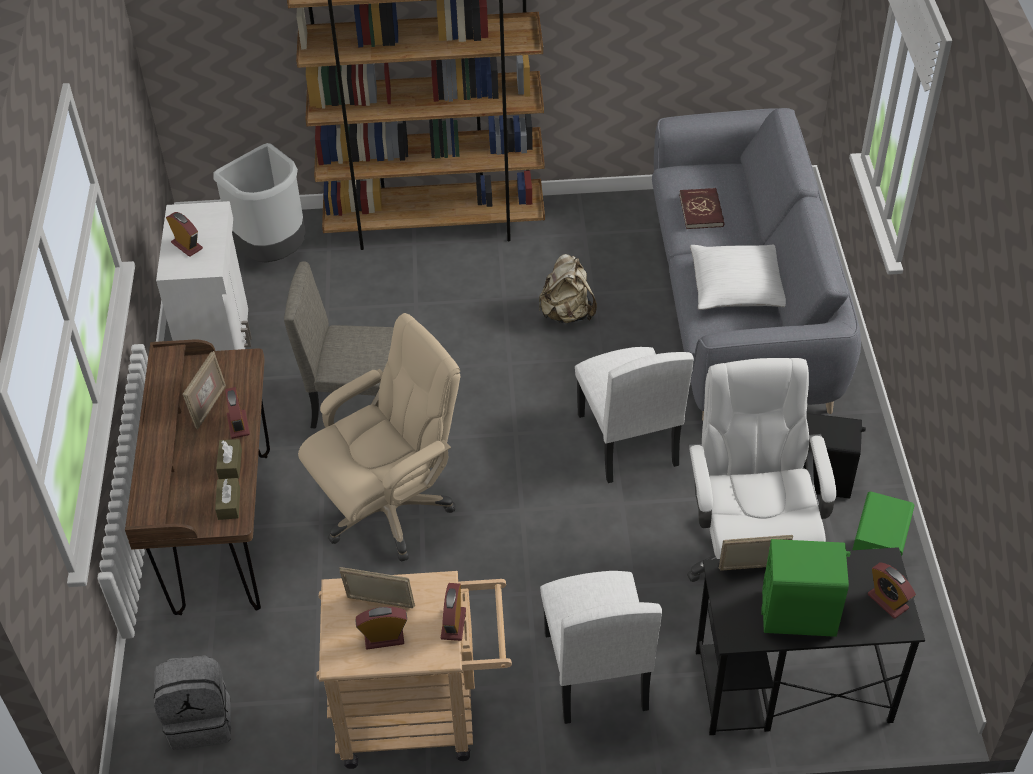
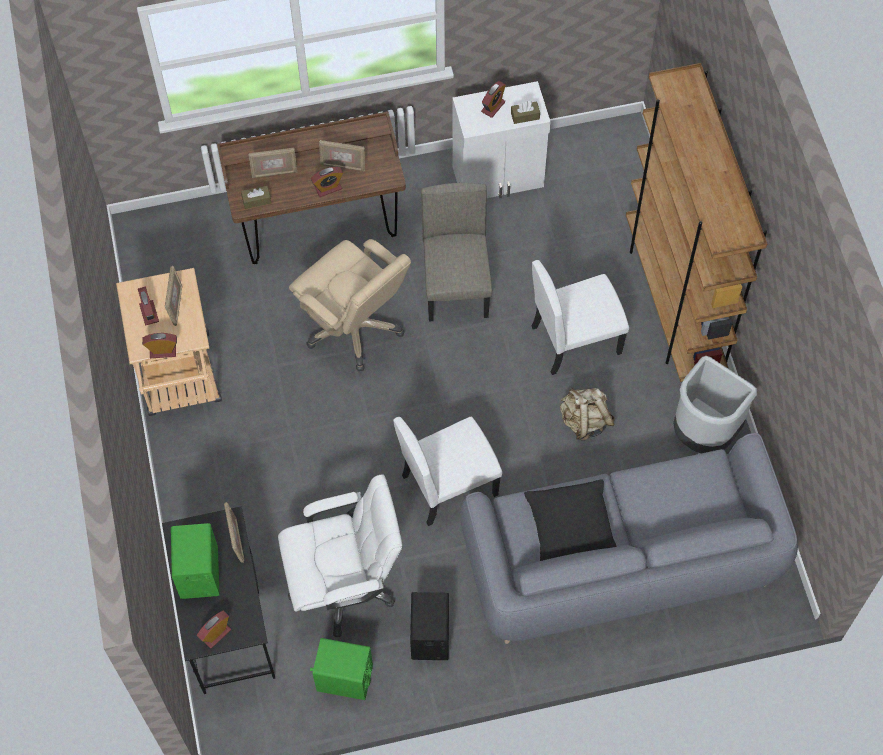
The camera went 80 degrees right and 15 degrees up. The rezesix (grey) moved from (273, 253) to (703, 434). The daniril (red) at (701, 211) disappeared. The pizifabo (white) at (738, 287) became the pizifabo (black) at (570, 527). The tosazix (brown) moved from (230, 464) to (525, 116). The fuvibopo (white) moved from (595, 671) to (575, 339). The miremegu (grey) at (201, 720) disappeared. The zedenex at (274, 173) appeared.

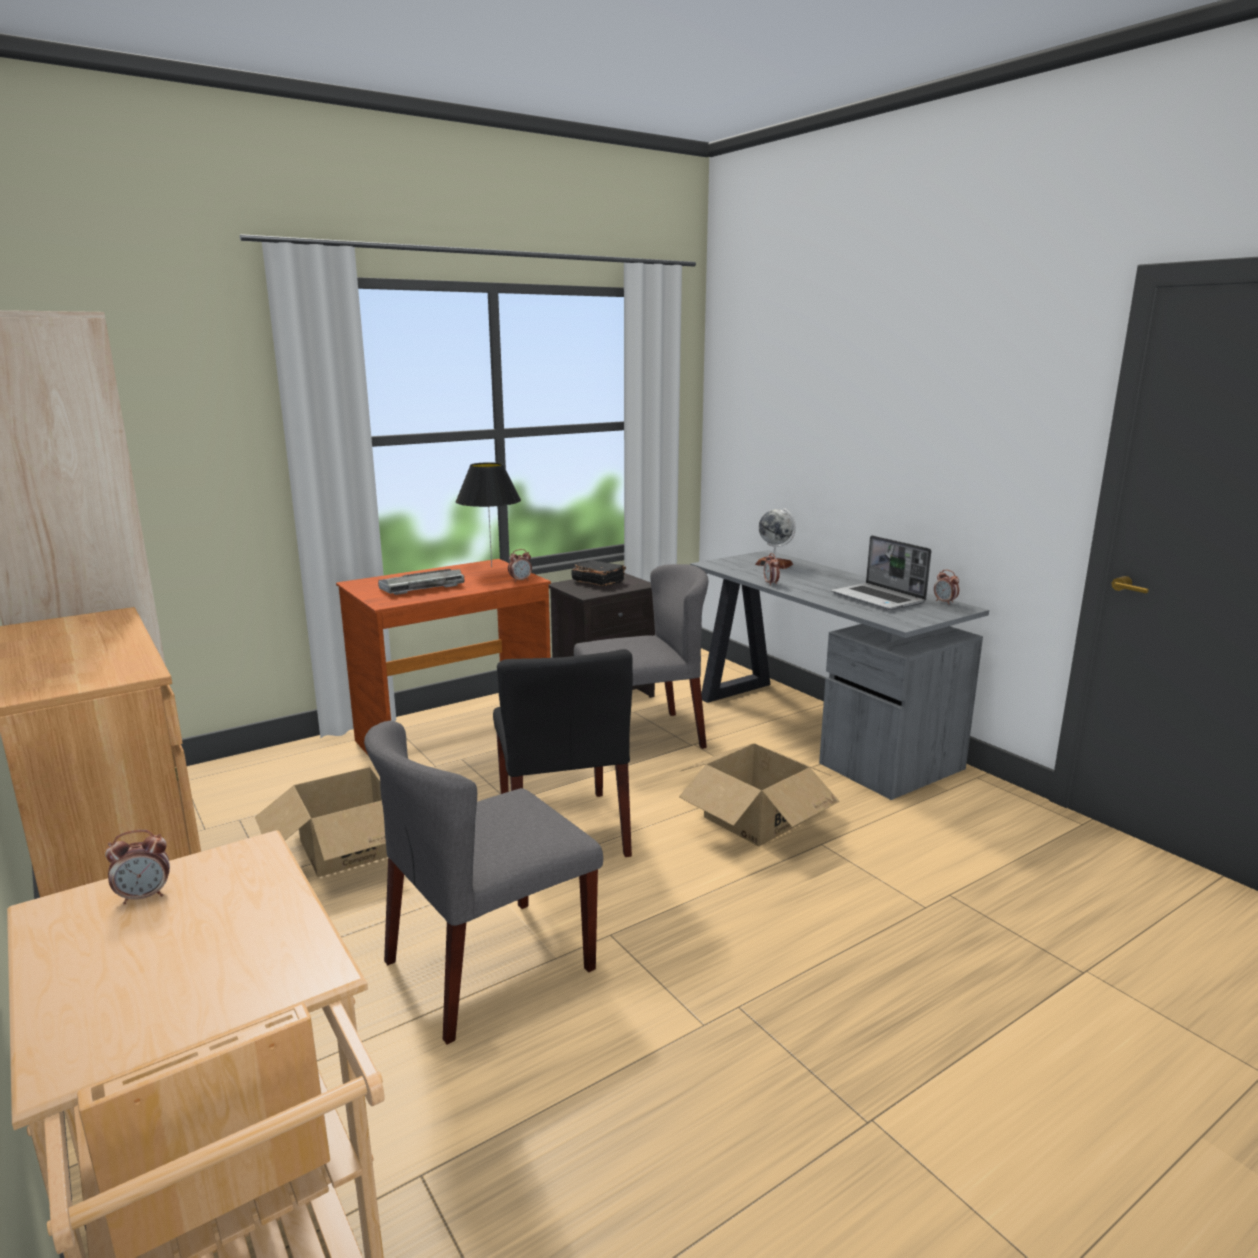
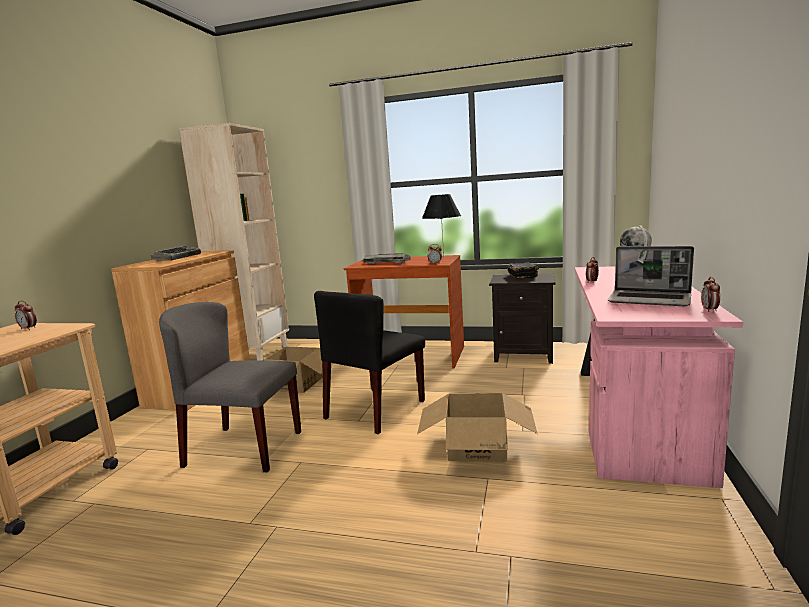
The camera went 50 degrees right and 5 degrees down. The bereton at (879, 599) turned 75 degrees counterclockwise. The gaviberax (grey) at (816, 729) became the gaviberax (pink) at (632, 414). The fuvibopo (grey) at (642, 736) disappeared. The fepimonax at (177, 257) appeared.

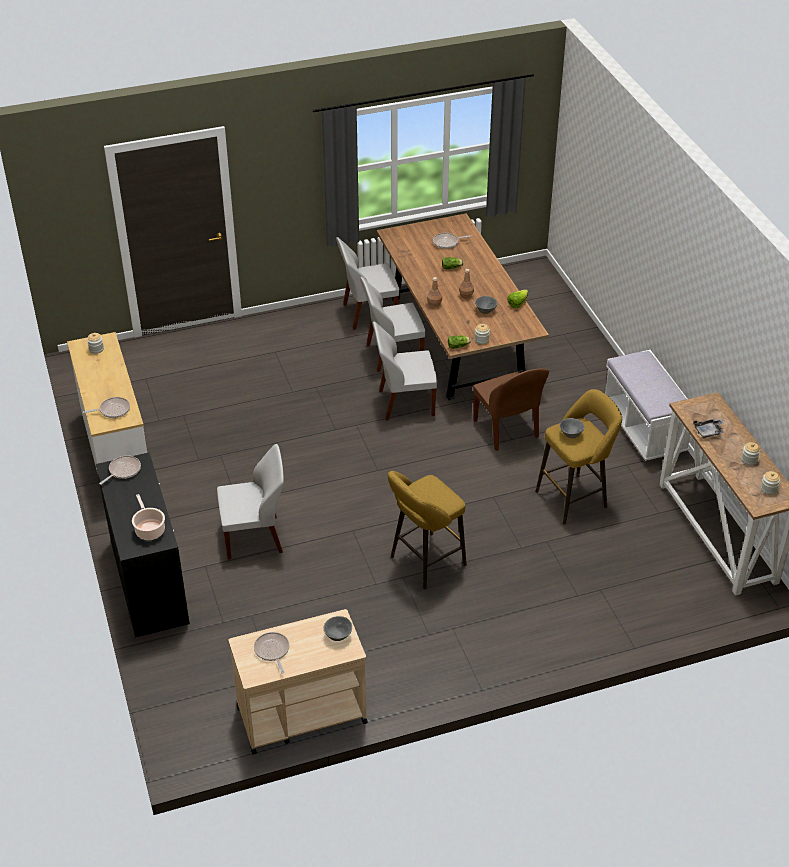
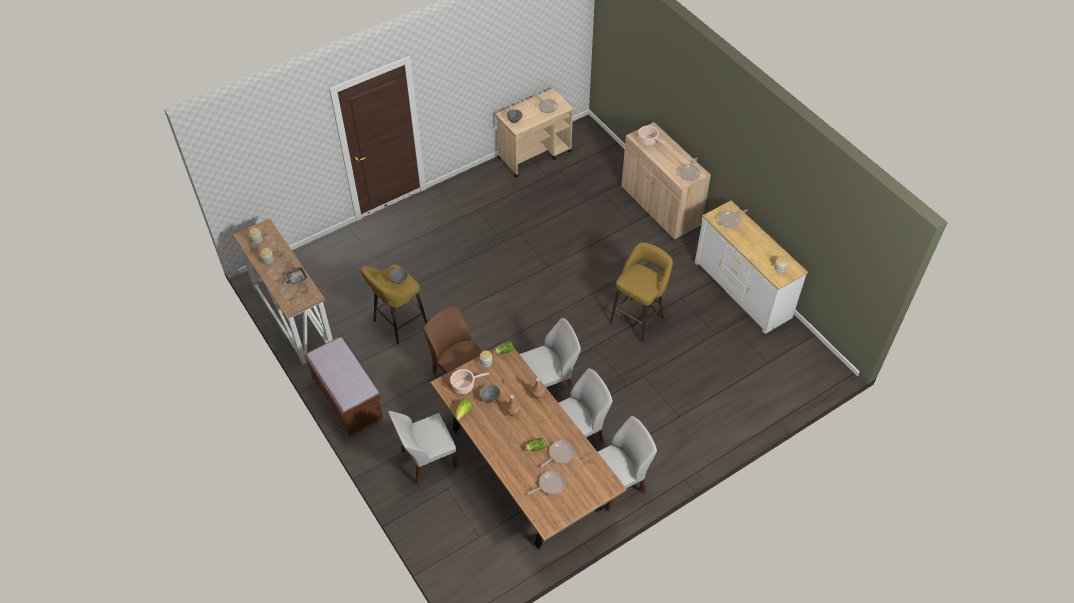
The camera went 165 degrees right and 10 degrees up. The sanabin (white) at (644, 428) became the sanabin (brown) at (348, 401). The fuvibopo (white) moved from (255, 537) to (427, 459). The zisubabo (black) at (149, 582) became the zisubabo (beige) at (660, 206). The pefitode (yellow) moved from (424, 563) to (638, 318). The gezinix at (464, 386) appeared. The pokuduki at (560, 454) appeared.

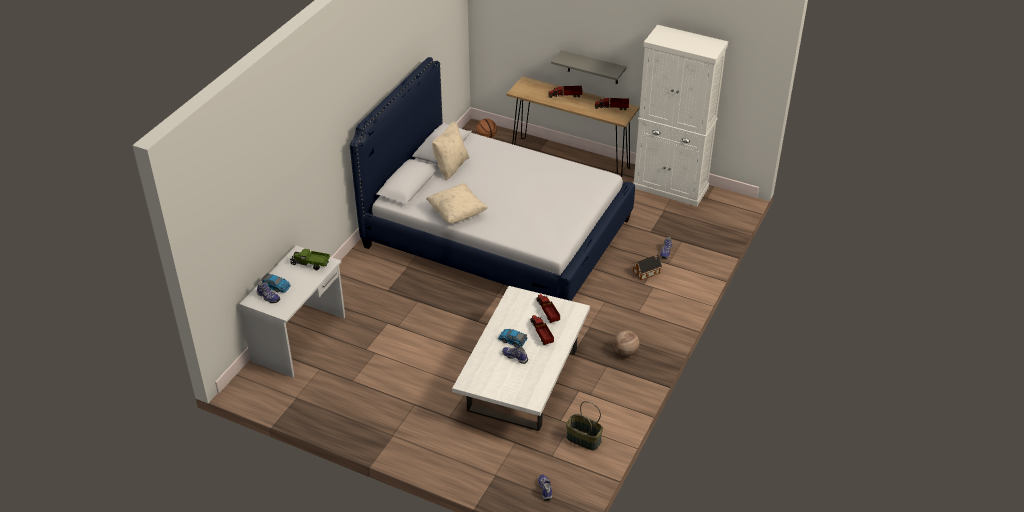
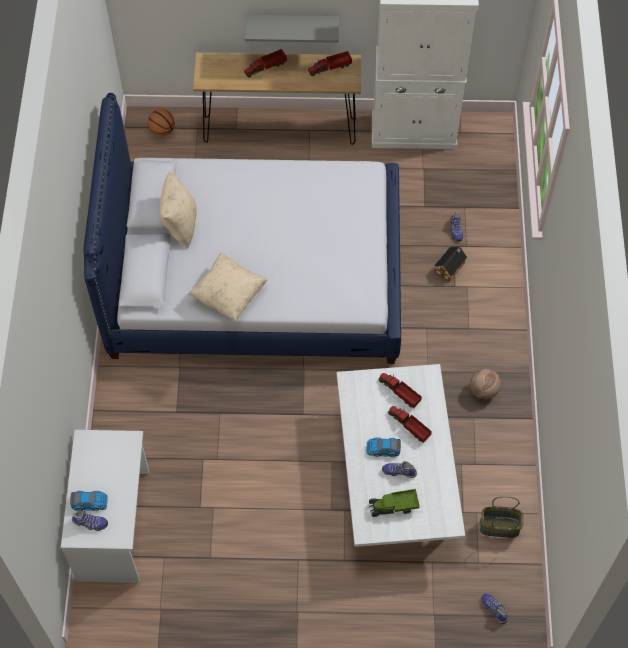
The camera went 25 degrees left and 20 degrees up. The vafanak moved from (310, 264) to (393, 506).

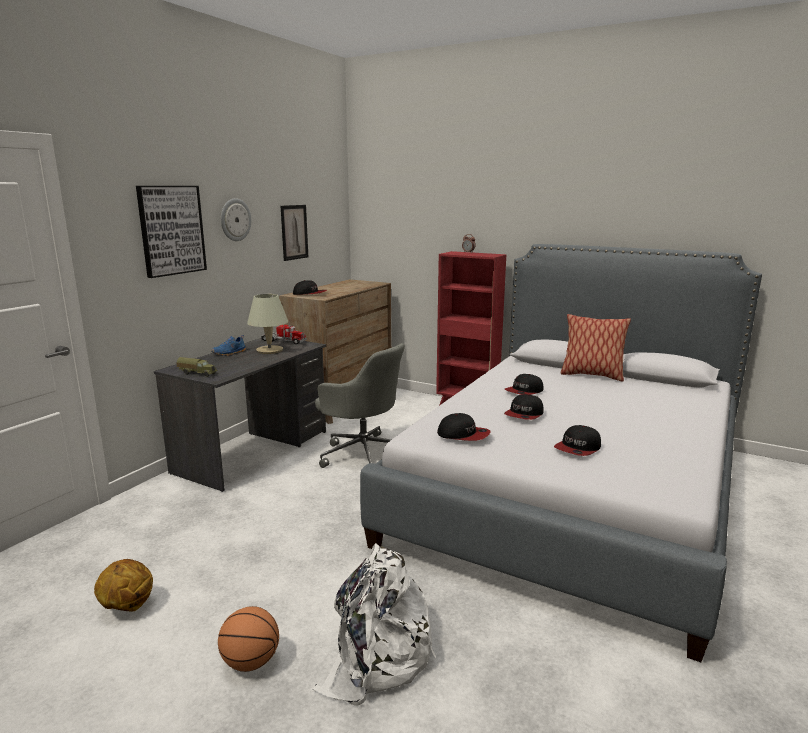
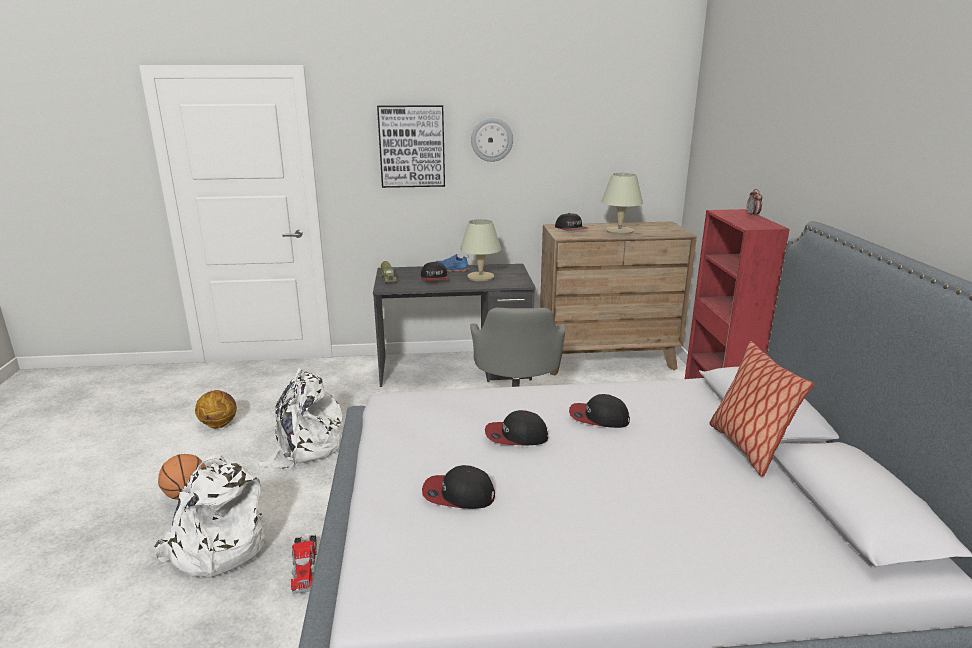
The camera went 55 degrees right and 5 degrees up. The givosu at (294, 232) disappeared. The vafanak moved from (283, 341) to (305, 567). The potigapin moved from (463, 435) to (434, 278). The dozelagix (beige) at (619, 231) appeared. The miremegu (white) at (306, 447) appeared.

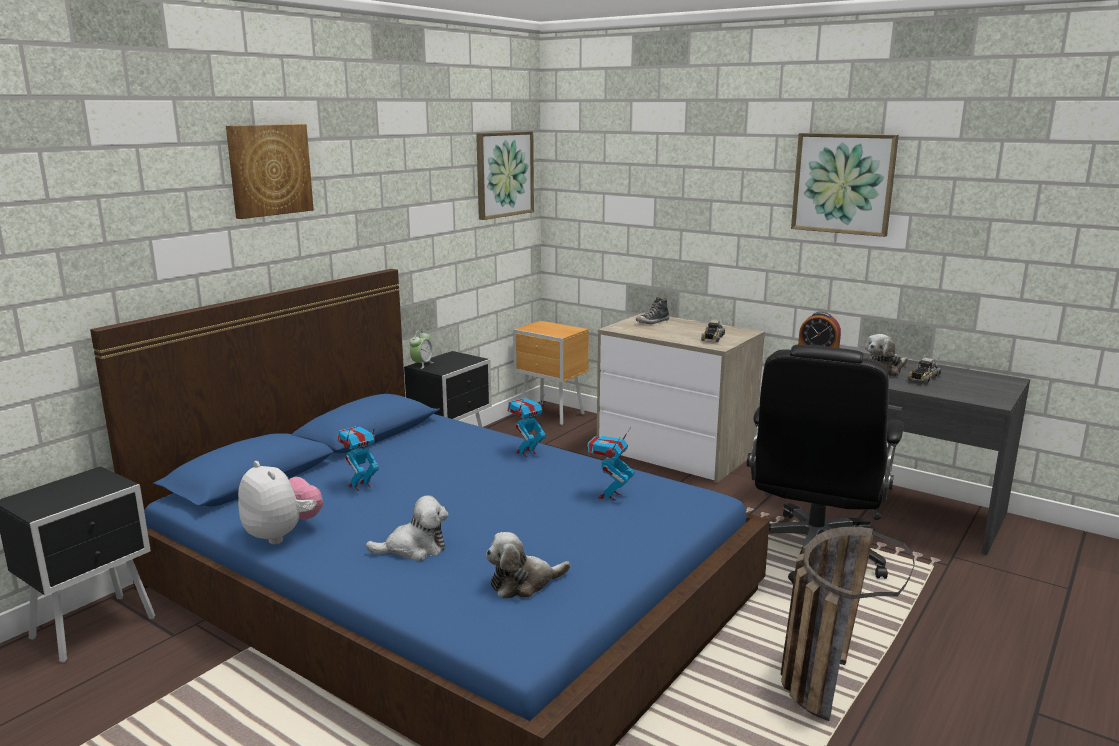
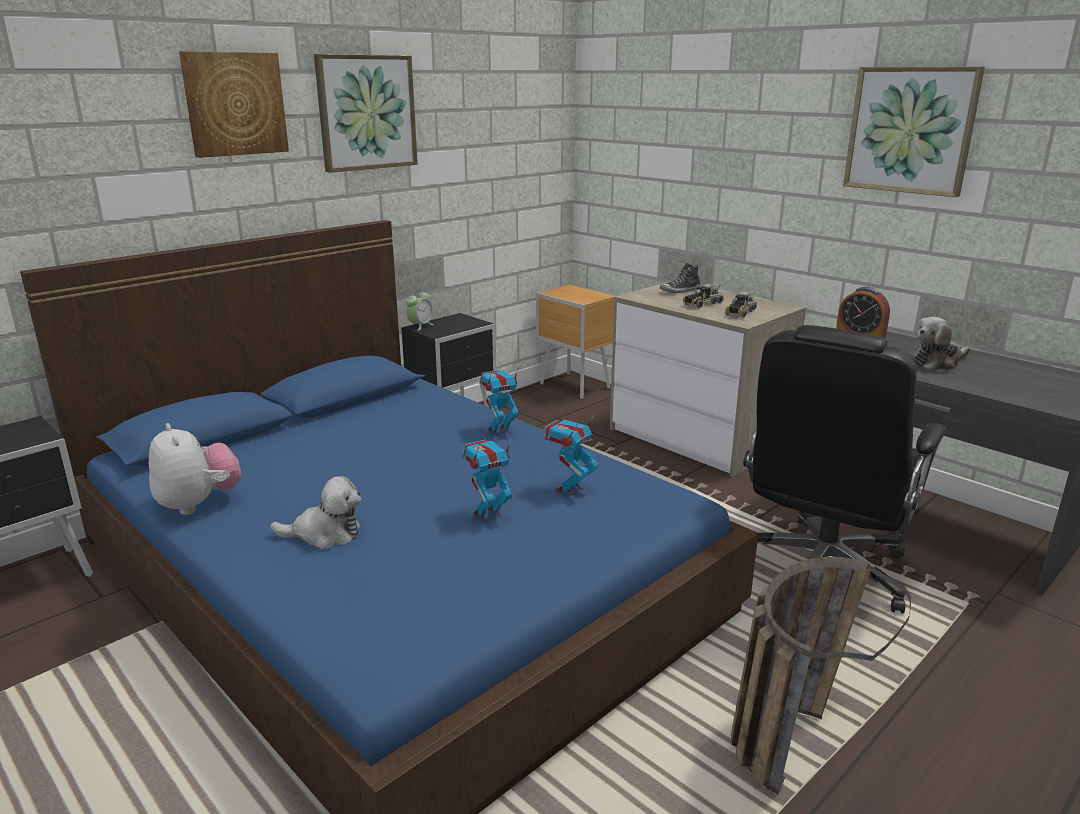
The camera went 10 degrees right and 5 degrees up. The givosu moved from (504, 174) to (366, 112). The vafanak moved from (923, 378) to (702, 304). The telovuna moved from (360, 486) to (488, 514). The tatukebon at (523, 583) disappeared.

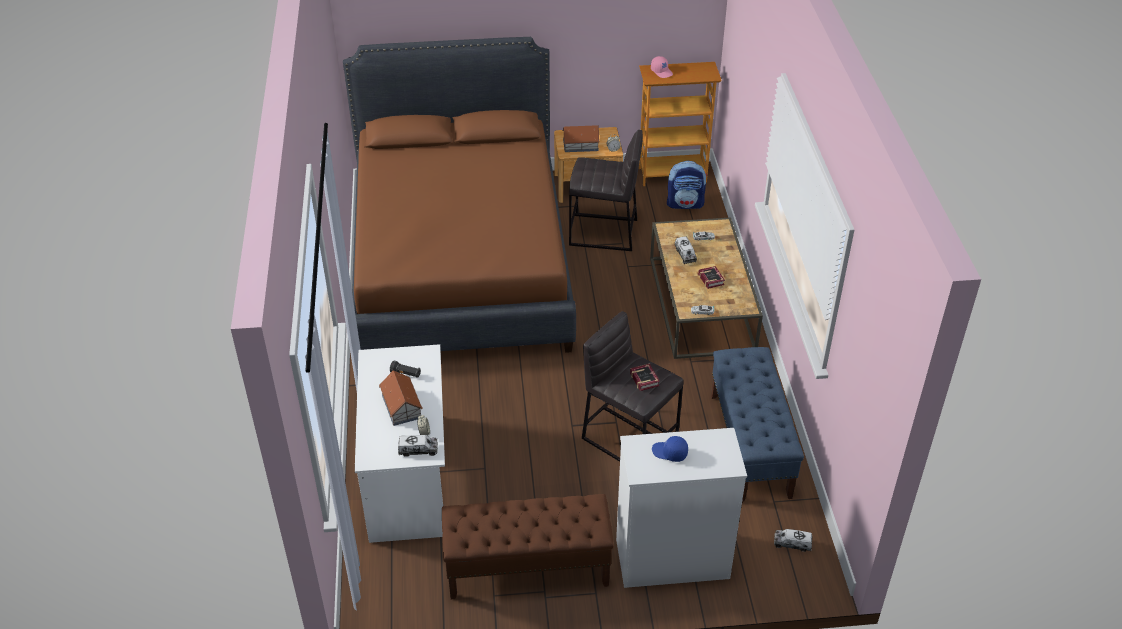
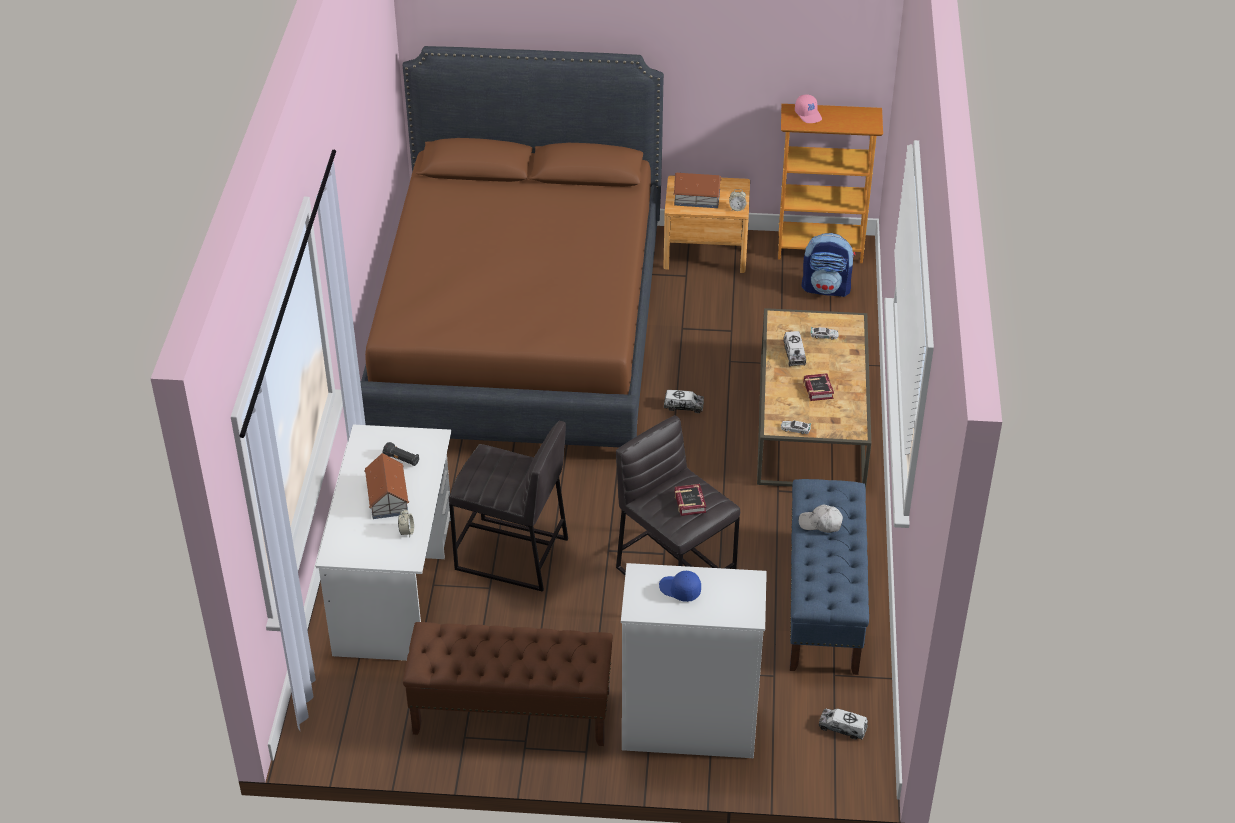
The camera went 10 degrees right and 0 degrees up. The pefitode (grey) moved from (604, 233) to (512, 555). The vafanak moved from (418, 450) to (683, 406). The potigapin (white) at (820, 523) appeared.

